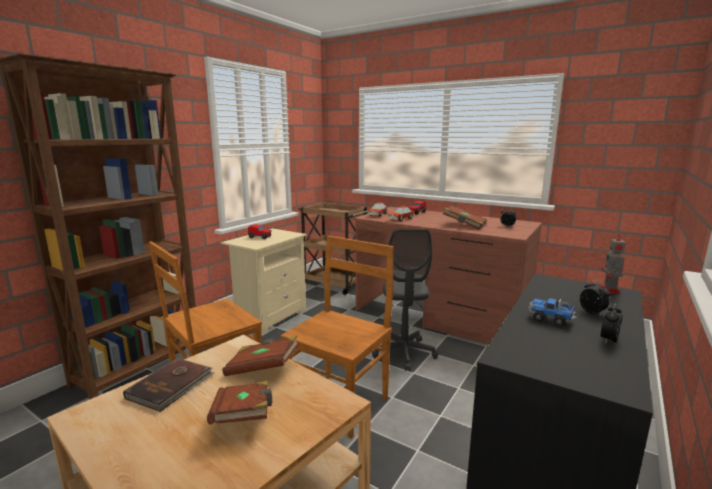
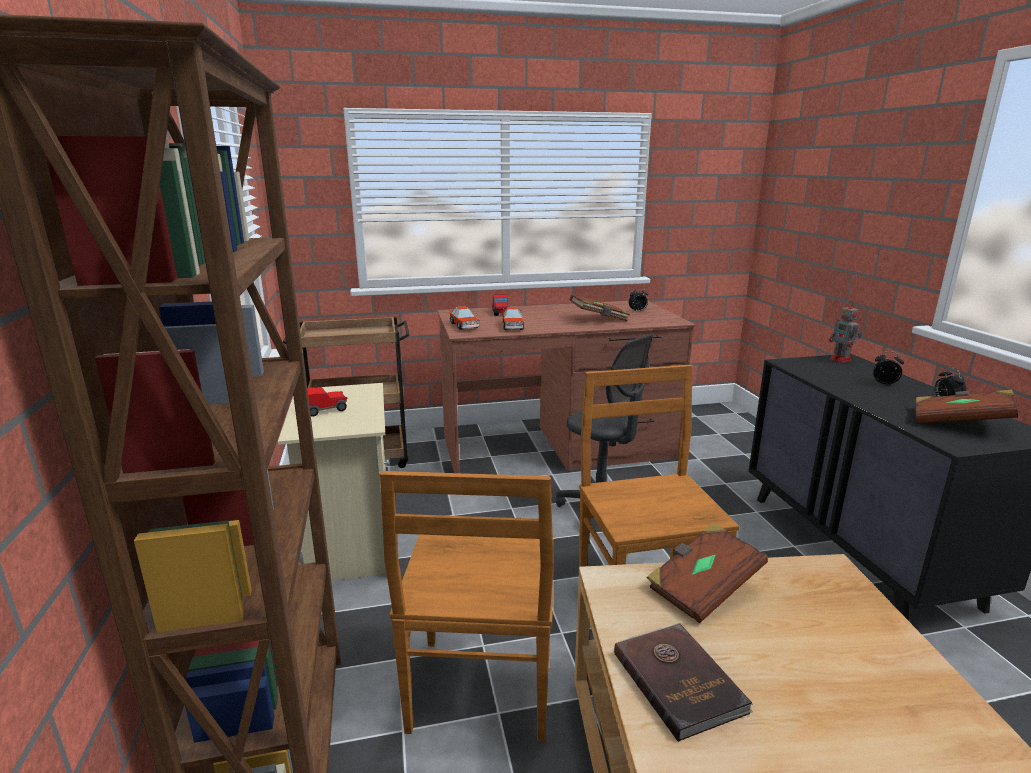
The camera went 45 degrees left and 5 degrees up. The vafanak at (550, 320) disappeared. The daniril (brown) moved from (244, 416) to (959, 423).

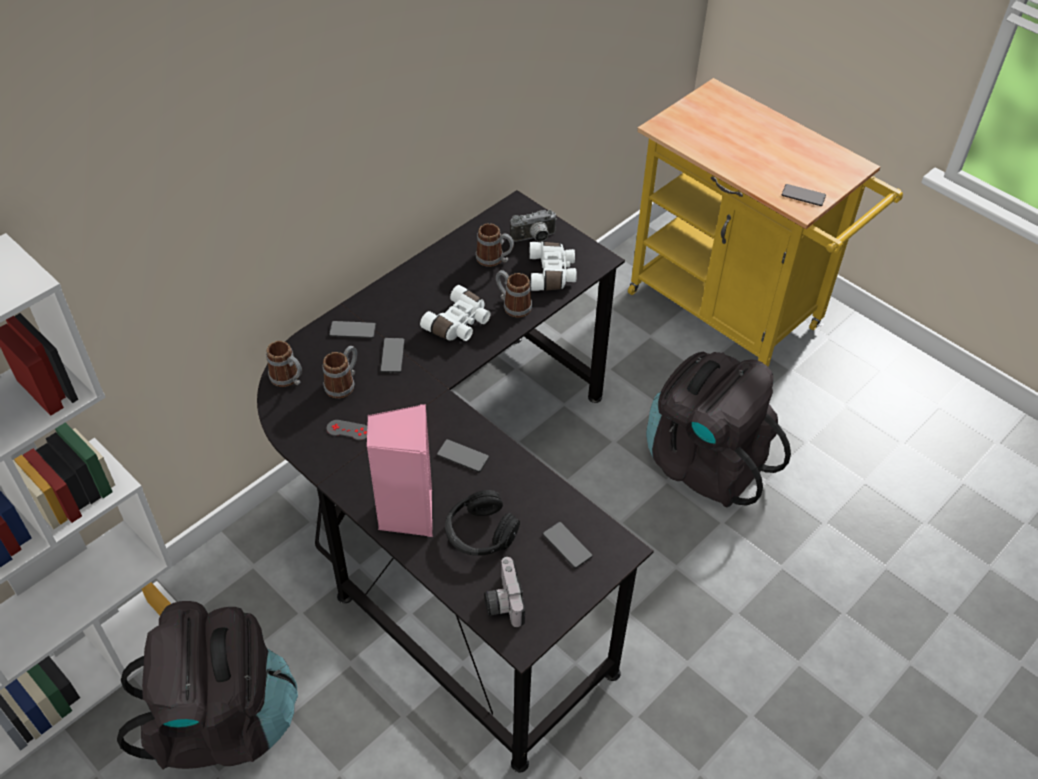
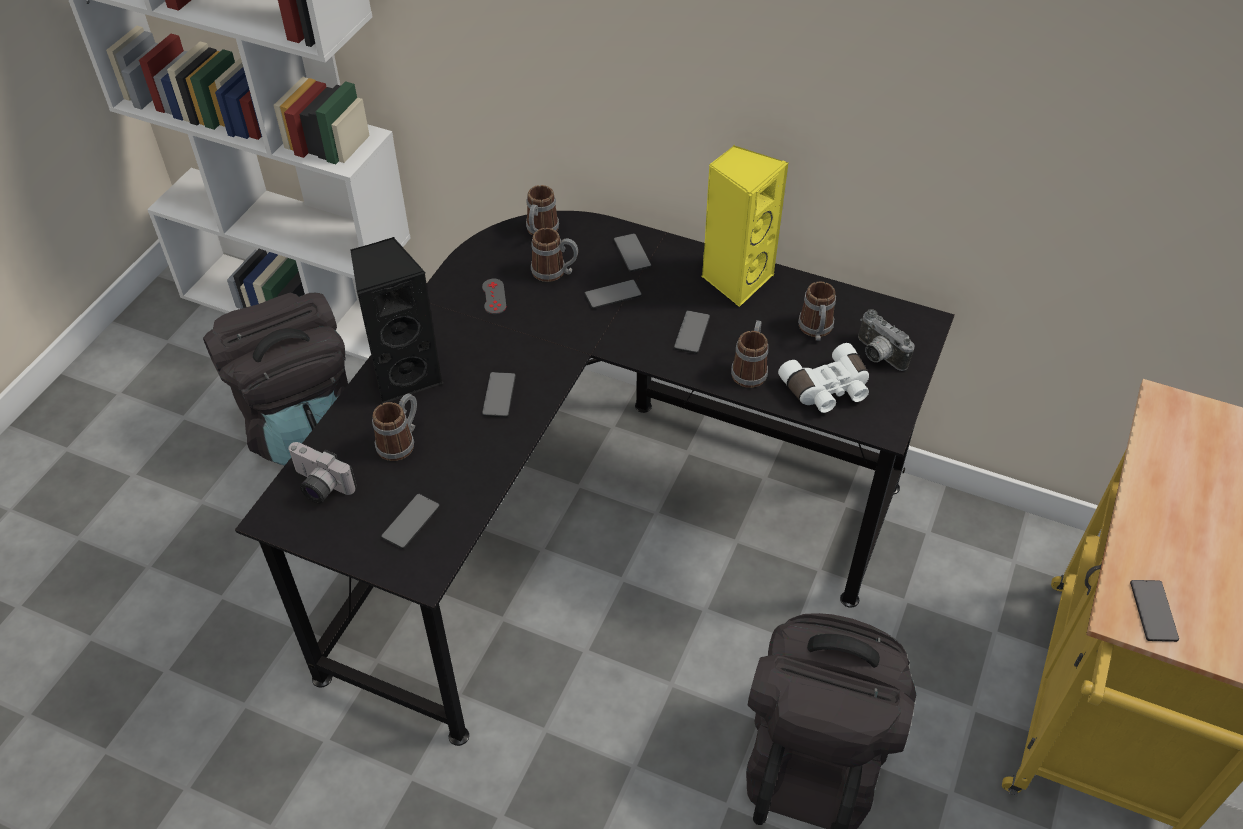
The camera went 70 degrees right and 0 degrees up. The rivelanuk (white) at (459, 324) was replaced by the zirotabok at (691, 333). The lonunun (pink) at (406, 513) became the lonunun (black) at (405, 375). The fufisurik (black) at (480, 533) was replaced by the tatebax at (401, 441). The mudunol at (502, 601) turned 120 degrees counterclockwise. The lonunun (yellow) at (735, 279) appeared.

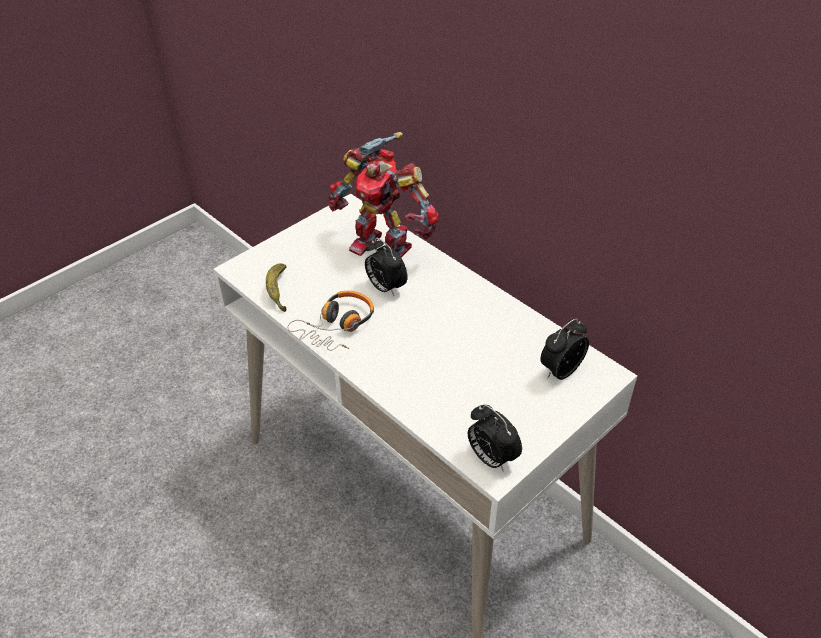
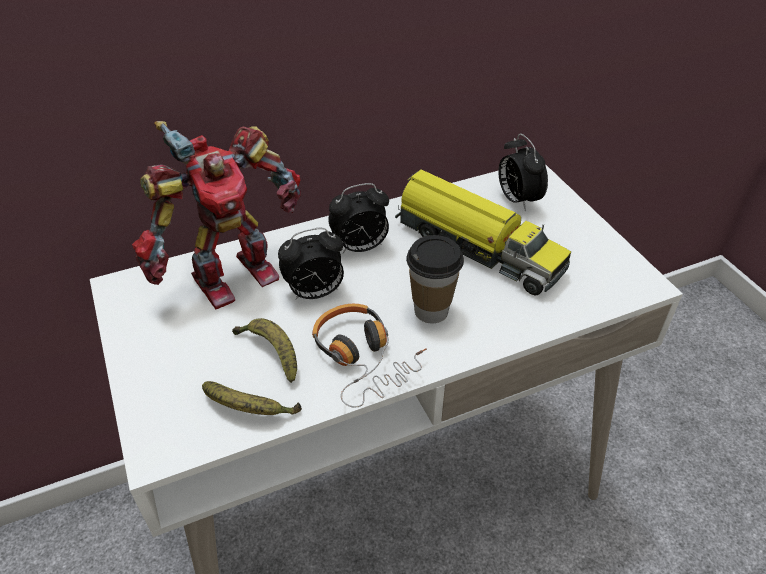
The camera went 70 degrees left and 0 degrees up. The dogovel moved from (491, 458) to (360, 247). The vafanak at (476, 247) appeared. The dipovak at (431, 311) appeared. The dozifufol at (270, 353) appeared.

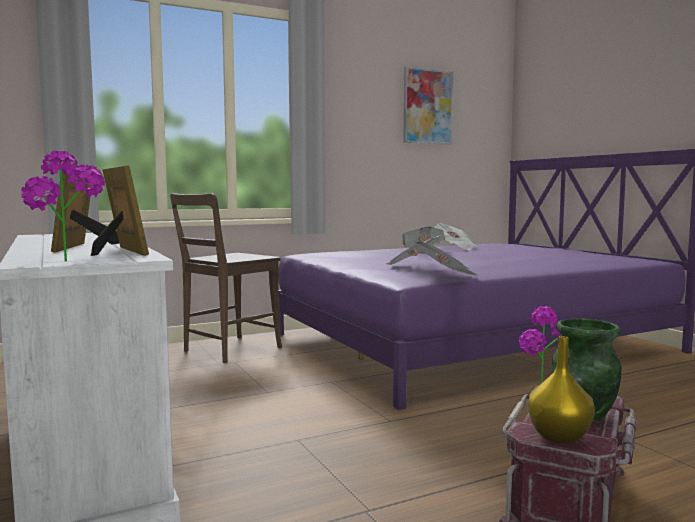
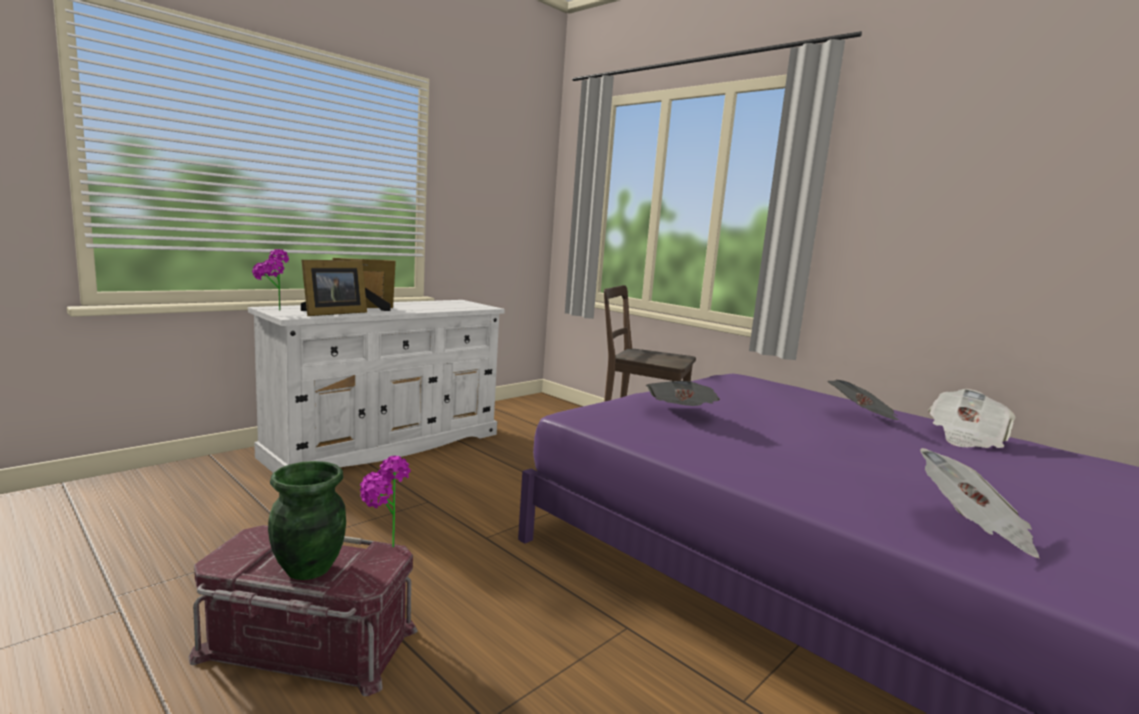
The camera went 70 degrees right and 5 degrees up. The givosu at (427, 107) disappeared. The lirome moved from (445, 276) to (973, 529). The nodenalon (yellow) at (560, 436) disappeared.

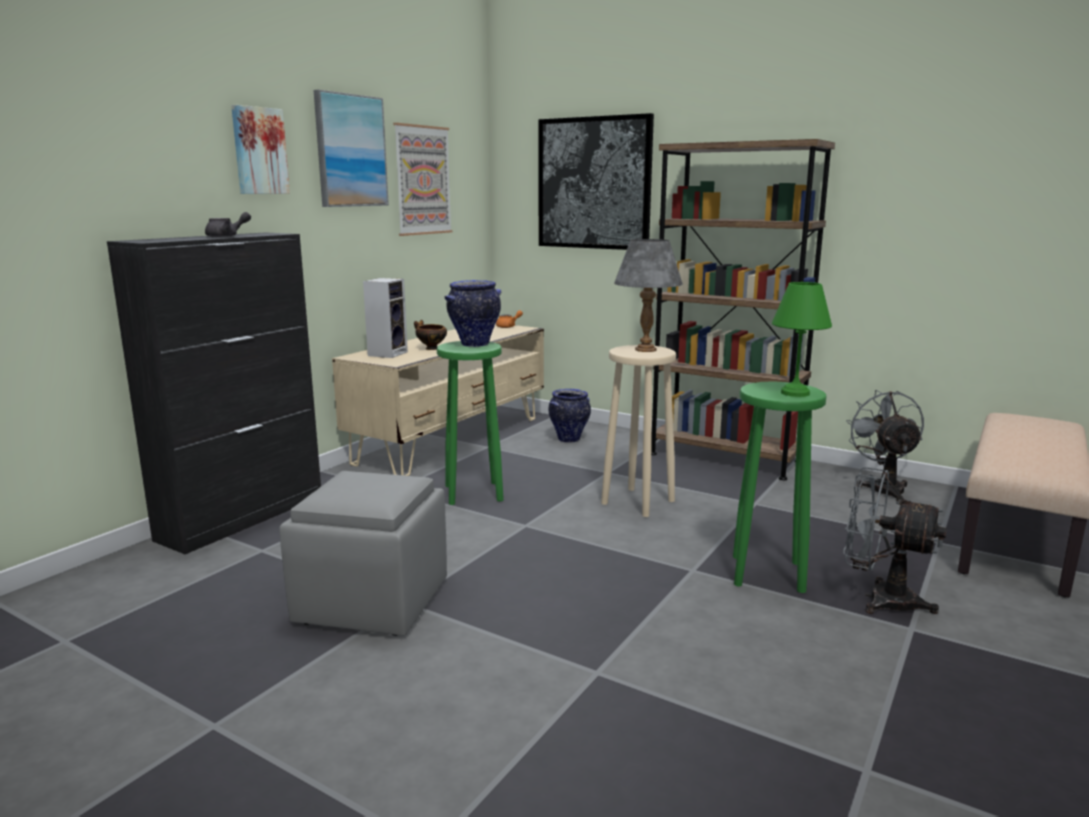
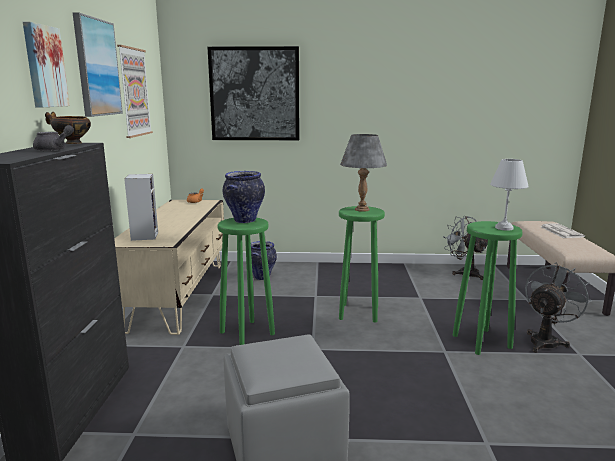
The camera went 30 degrees left and 0 degrees up. The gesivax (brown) at (724, 457) disappeared. The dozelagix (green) at (793, 393) became the dozelagix (white) at (503, 228). The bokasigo moved from (430, 348) to (72, 143). The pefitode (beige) at (637, 502) became the pefitode (green) at (358, 313). The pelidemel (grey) at (879, 599) turned 135 degrees clockwise. The lirome at (560, 231) appeared.

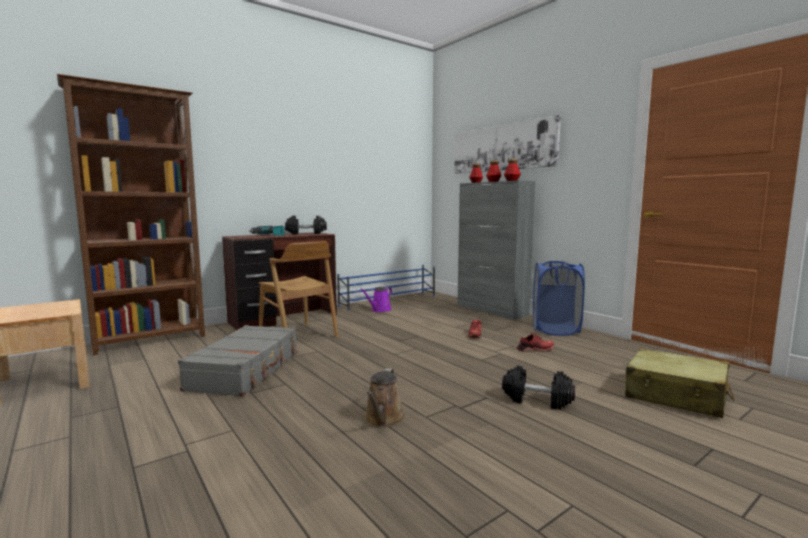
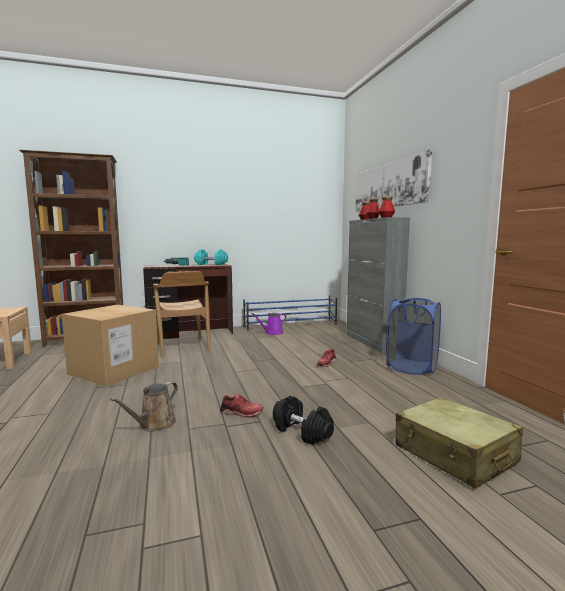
The camera went 20 degrees right and 0 degrees up. The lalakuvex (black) at (306, 233) became the lalakuvex (turquoise) at (211, 264). The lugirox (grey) at (246, 370) was replaced by the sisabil at (114, 370). The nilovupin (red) moved from (535, 349) to (241, 412).

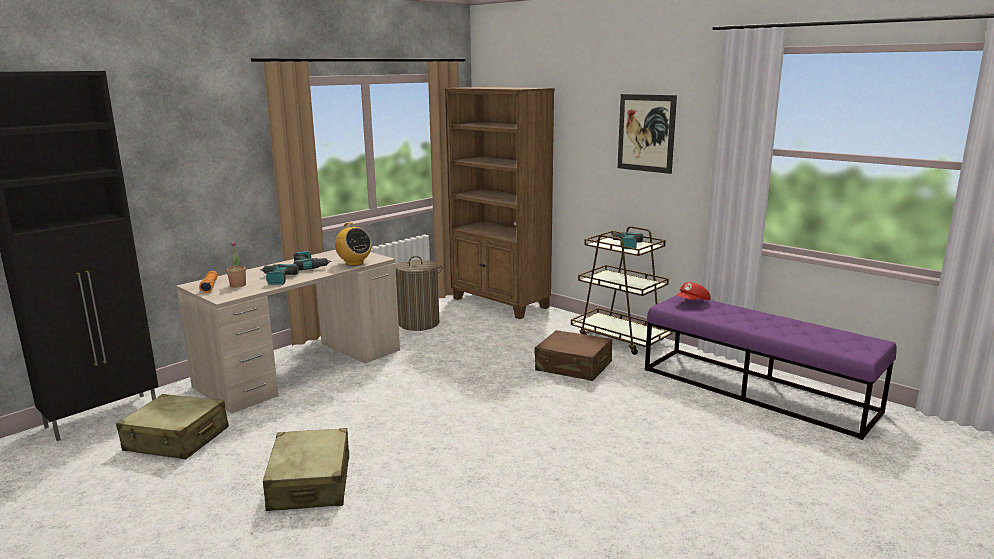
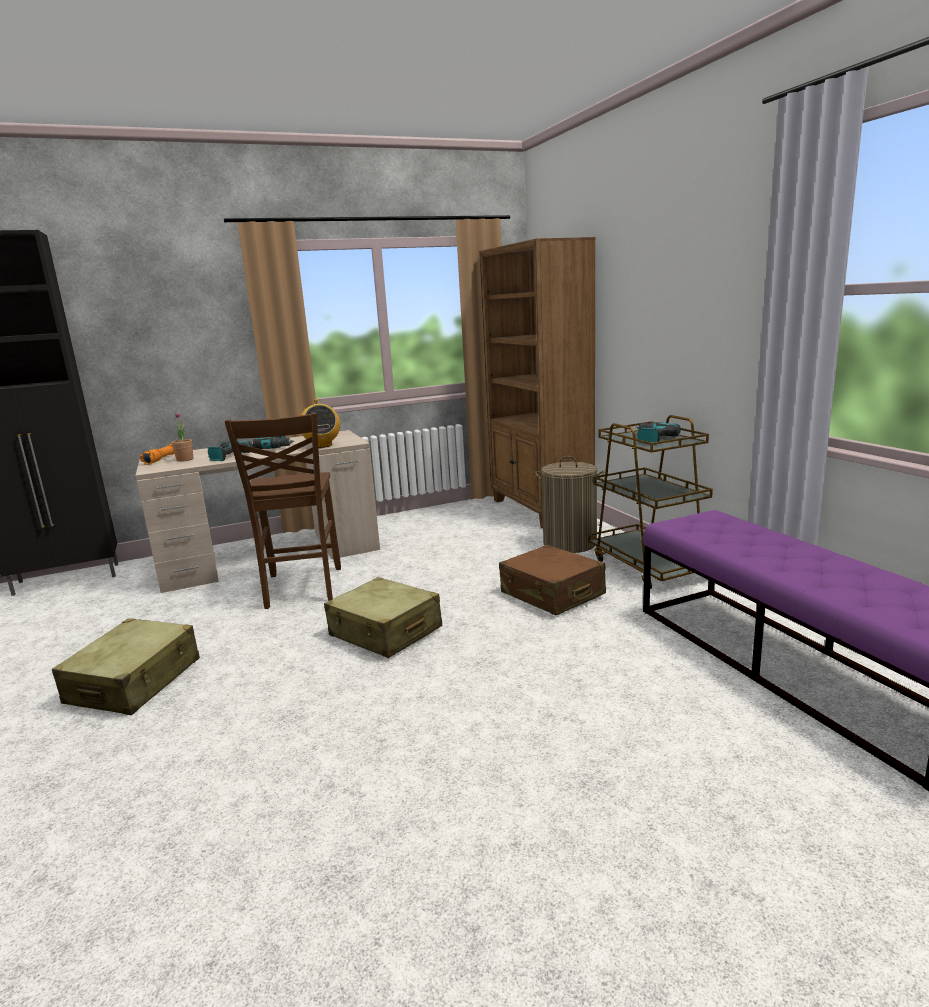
The camera went 25 degrees right and 0 degrees up. The givosu at (646, 133) disappeared. The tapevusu moved from (419, 323) to (570, 543). The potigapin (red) at (692, 302) disappeared. The lugirox (beige) moved from (176, 440) to (385, 632). The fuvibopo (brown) at (301, 588) appeared.

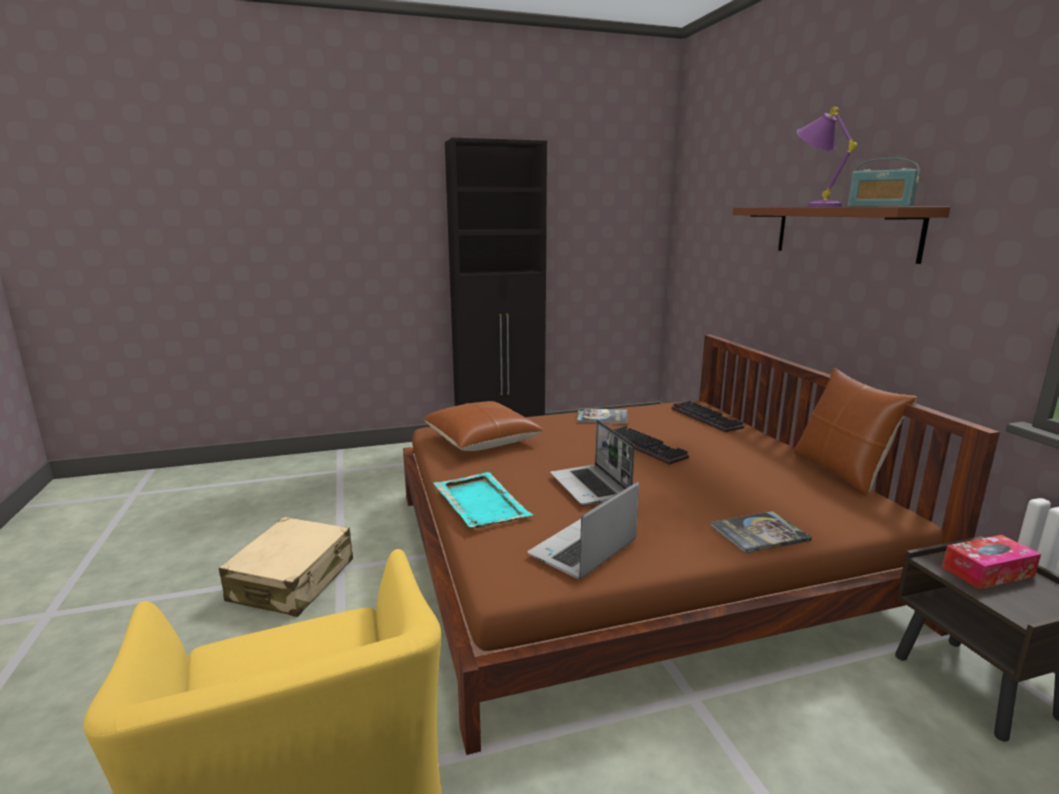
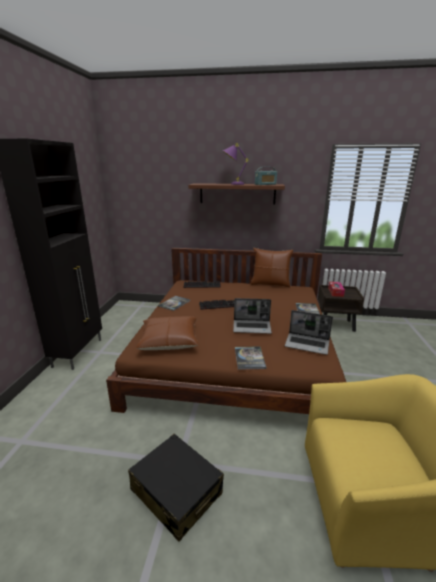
The camera went 65 degrees left and 5 degrees up. The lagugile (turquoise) at (480, 502) was replaced by the daniril at (249, 358). The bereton at (583, 550) turned 45 degrees counterclockwise. The lugirox (beige) at (293, 581) became the lugirox (black) at (176, 491).

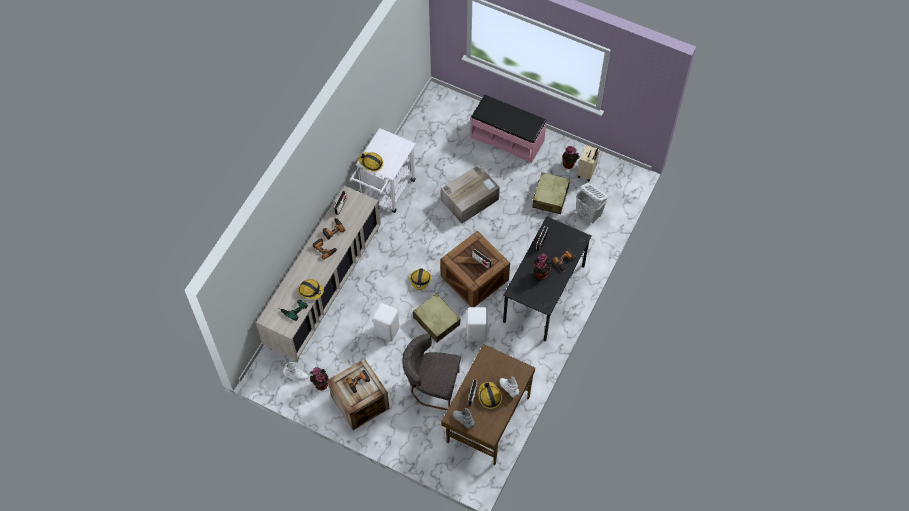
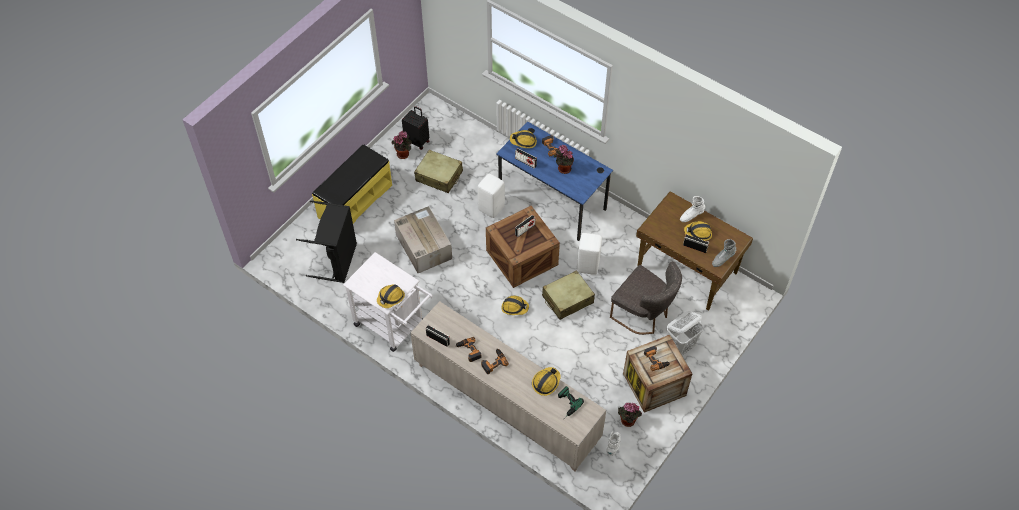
The camera went 80 degrees left and 5 degrees down. The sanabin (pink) at (507, 138) became the sanabin (yellow) at (354, 201). The lugirox (beige) at (587, 172) became the lugirox (black) at (417, 141). The tapevusu (white) moved from (589, 214) to (680, 347). The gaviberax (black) at (544, 293) became the gaviberax (blue) at (552, 201). The pefitode (white) moved from (386, 331) to (491, 209). The fuvibopo (grey) at (431, 386) turned 75 degrees counterclockwise. The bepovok at (523, 141) appeared. The tapevusu (black) at (337, 261) appeared.

